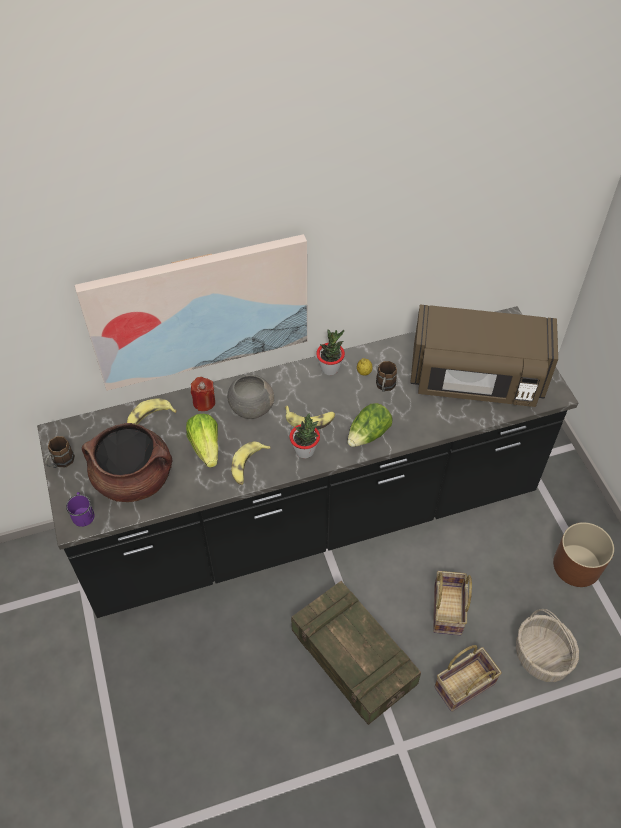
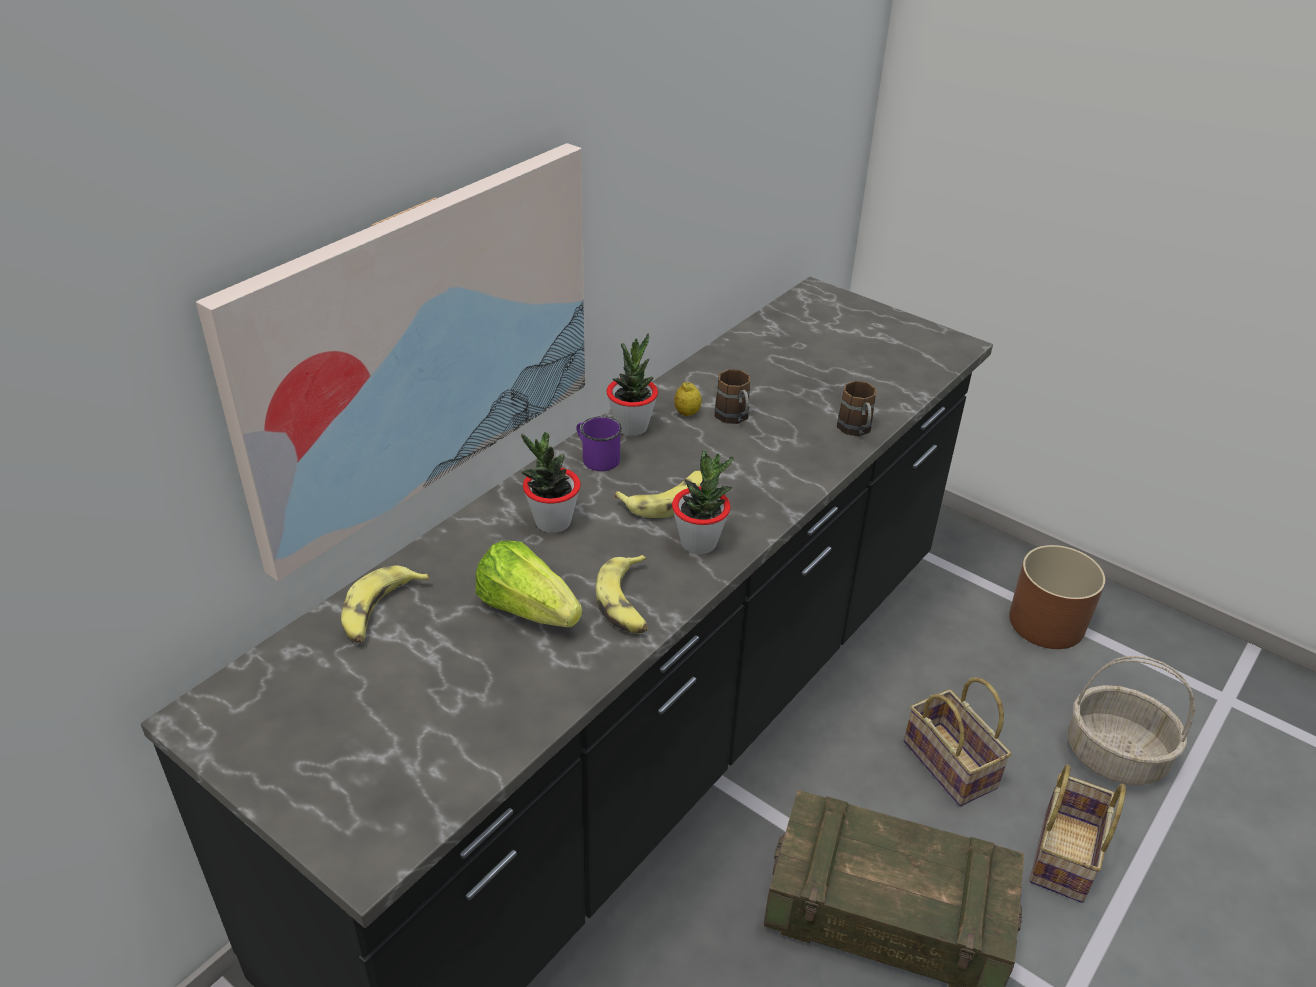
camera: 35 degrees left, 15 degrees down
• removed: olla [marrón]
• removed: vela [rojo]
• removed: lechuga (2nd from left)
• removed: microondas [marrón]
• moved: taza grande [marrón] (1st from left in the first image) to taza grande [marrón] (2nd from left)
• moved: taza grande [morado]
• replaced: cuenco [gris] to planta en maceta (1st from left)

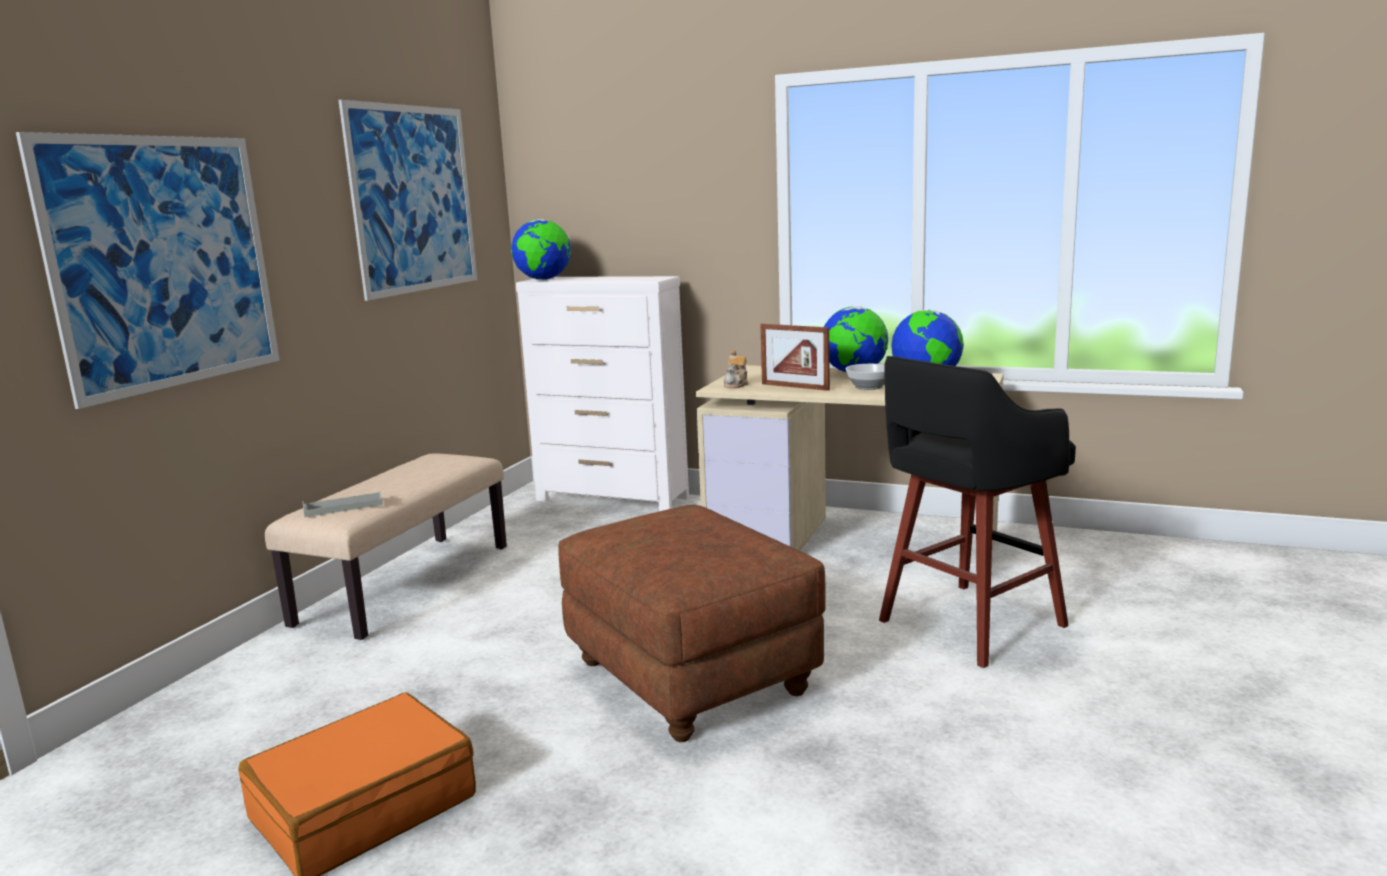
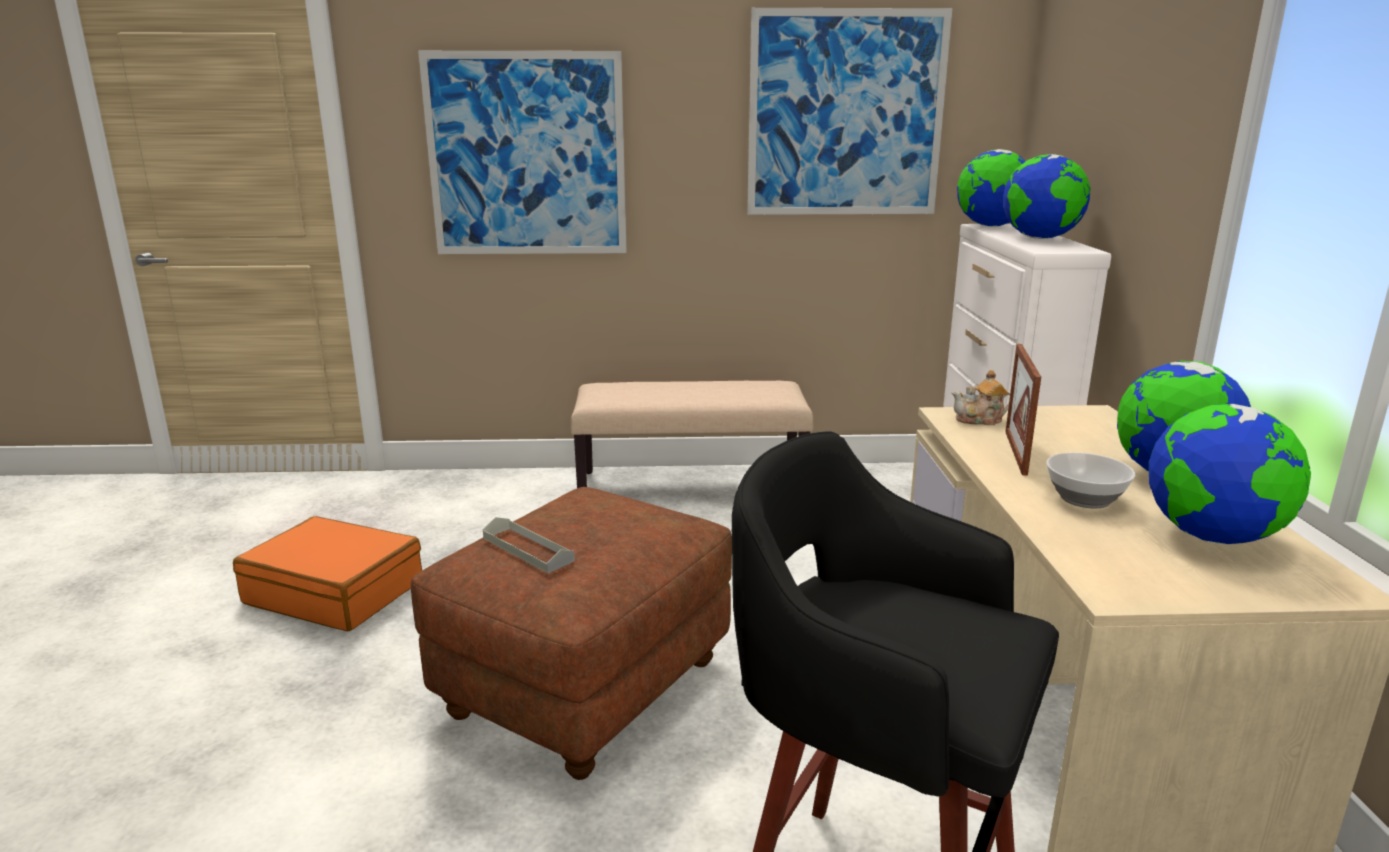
camera: 65 degrees right, 5 degrees up
• added: globo terráqueo (2nd from left)
• moved: bandeja [gris]

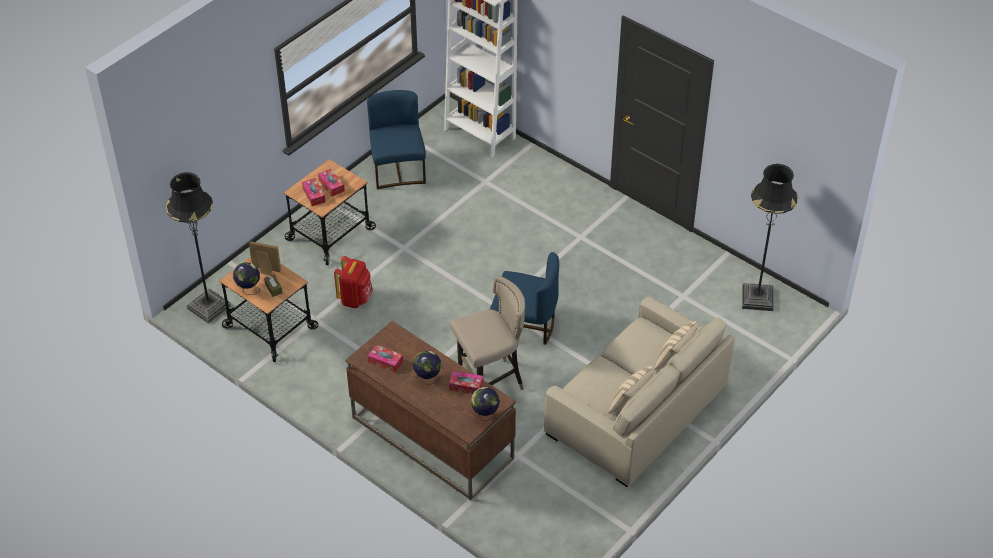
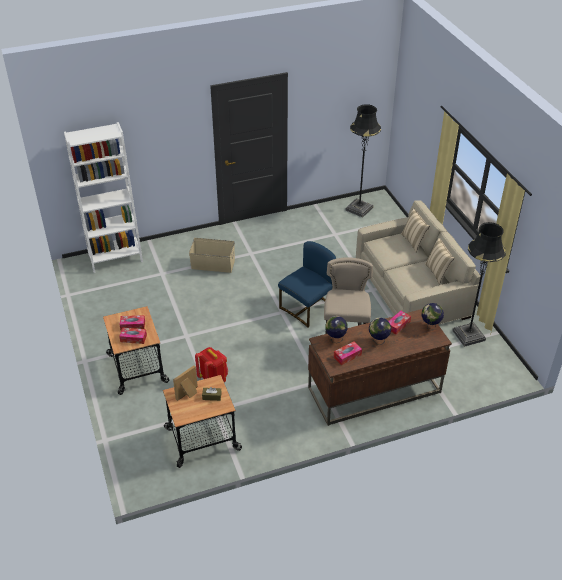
camera: 60 degrees left, 5 degrees down
• removed: silla [azul] (1st from left)
• added: caja de almacenaje [beis]
• moved: lámpara de pie [negro] (1st from left in the first image) to lámpara de pie [negro] (2nd from left)
• moved: globo terráqueo (1st from left)

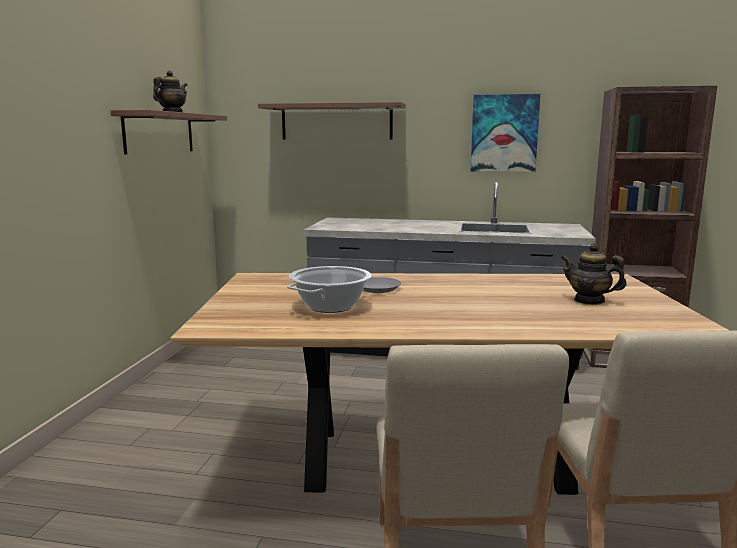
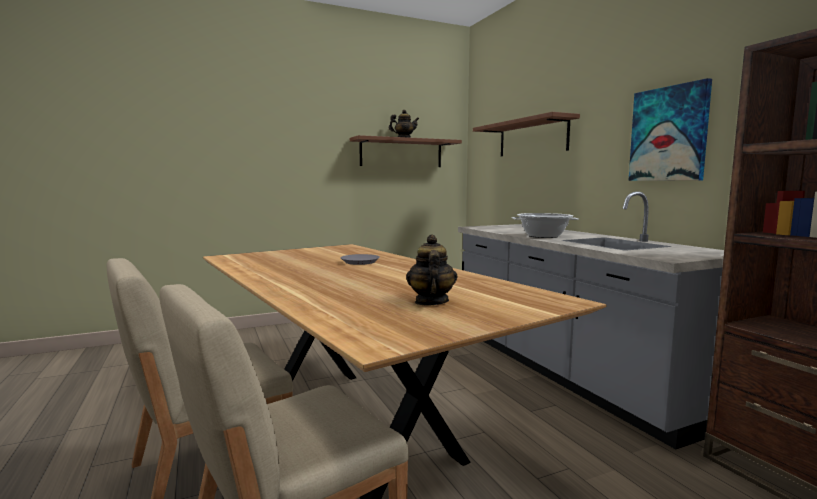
camera: 55 degrees right, 5 degrees down
• moved: olla

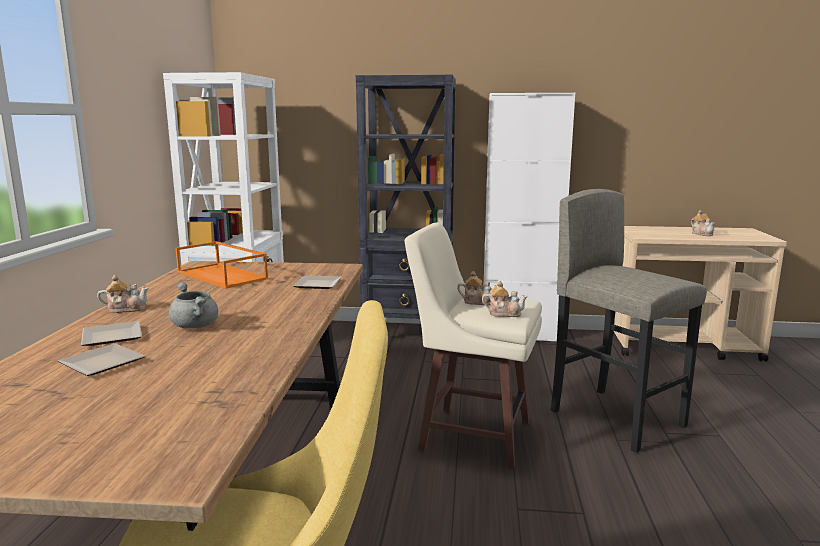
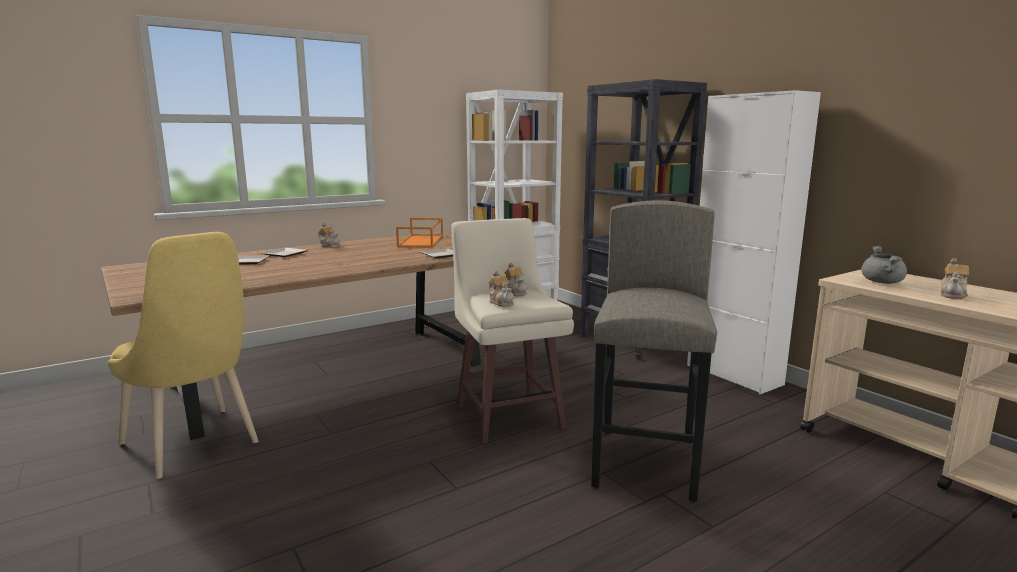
camera: 50 degrees right, 0 degrees up
• moved: olla [gris]

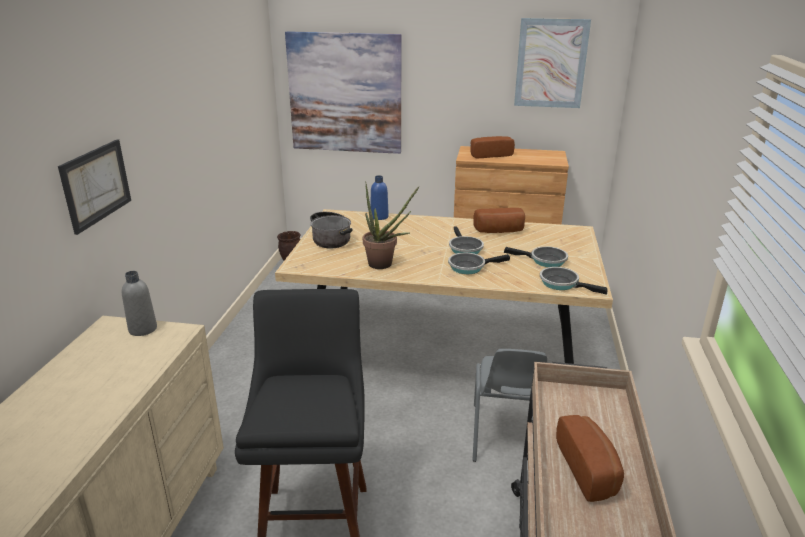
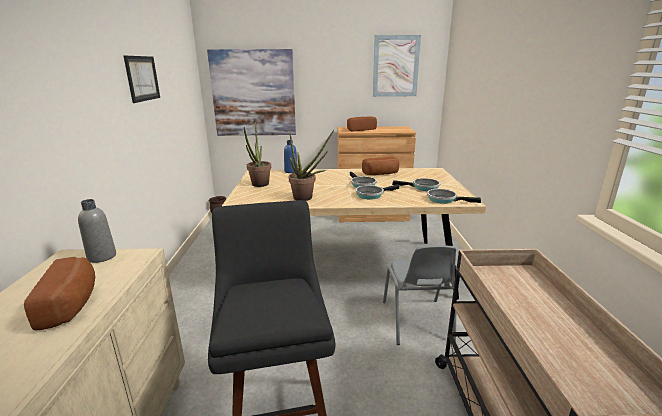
camera: 10 degrees left, 5 degrees down
• moved: cuadro (1st from left)
• moved: pan (3rd from left in the first image) to pan (1st from left)
• replaced: olla to planta en maceta (1st from left)

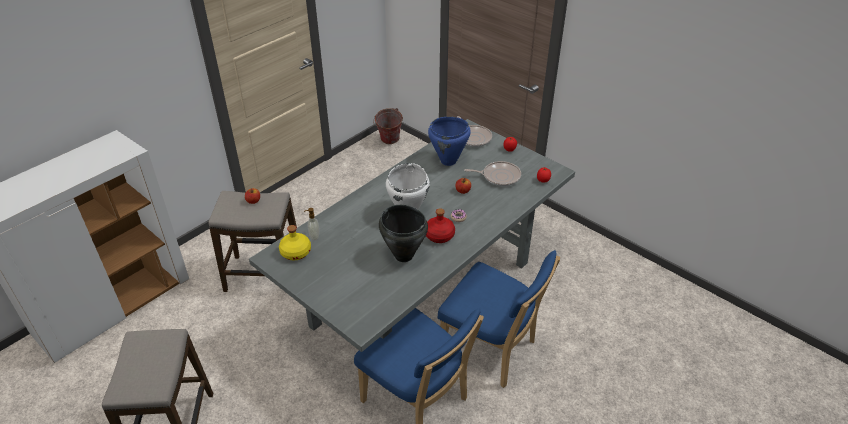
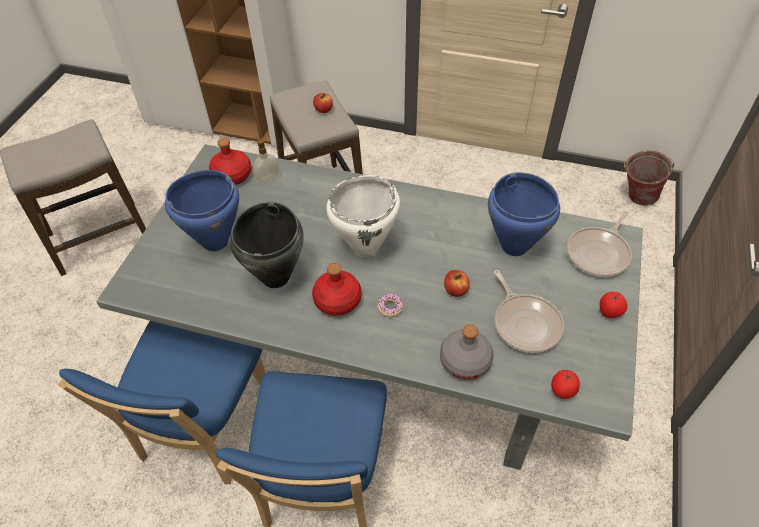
camera: 65 degrees right, 10 degrees up
• added: olla [azul] (1st from left)
• added: botella [gris]
• recoloured: botella [amarillo] to botella [rojo] (1st from left)

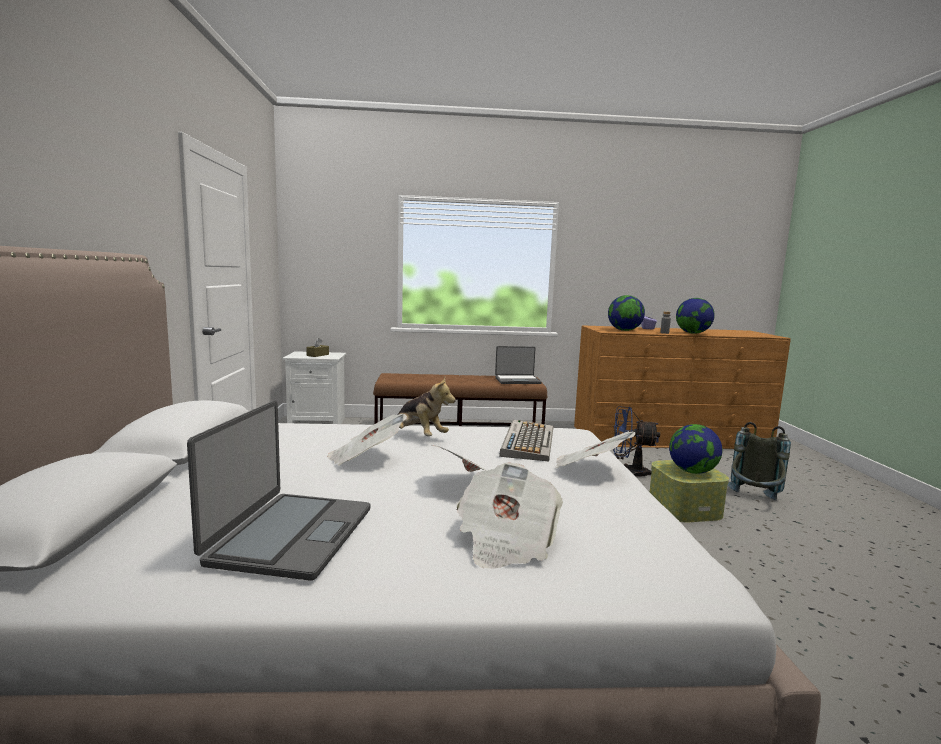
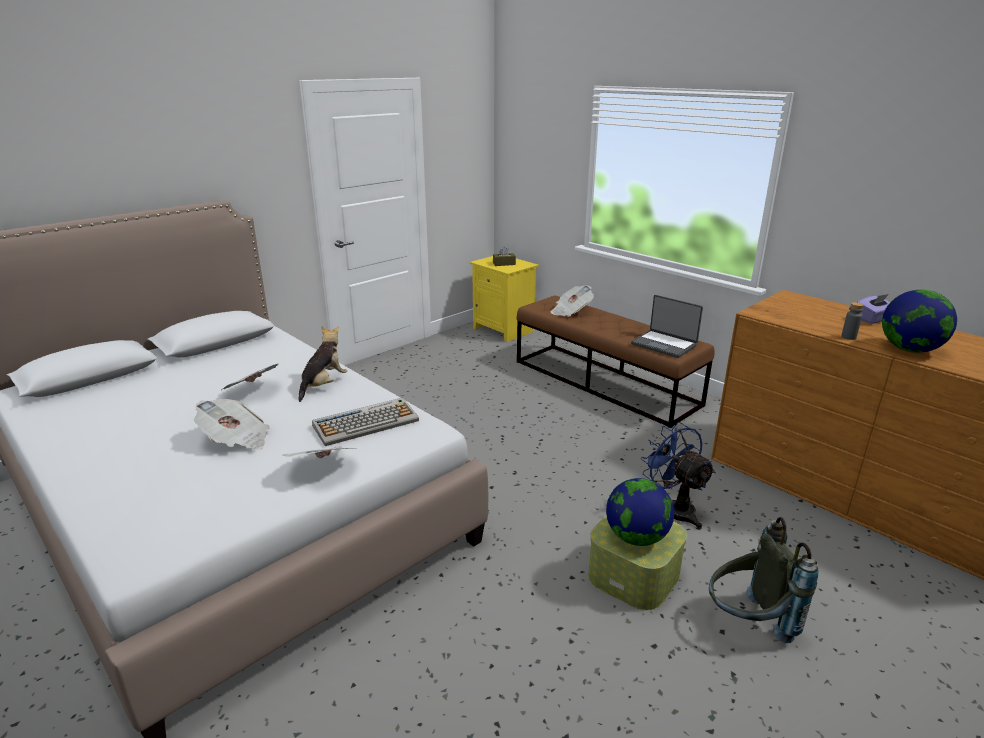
camera: 50 degrees right, 15 degrees up
• removed: portátil (1st from left)
• removed: globo terráqueo (1st from left)
• moved: periódico (3rd from left in the first image) to periódico (4th from left)
• recoloured: mesita de noche [blanco] to mesita de noche [amarillo]
• turned: peluche 150 degrees counterclockwise

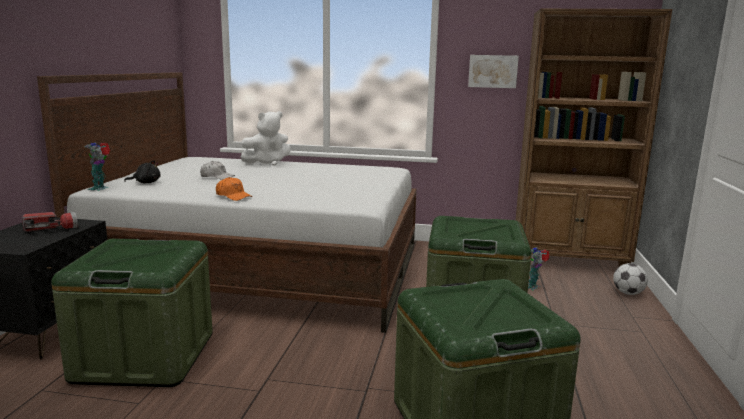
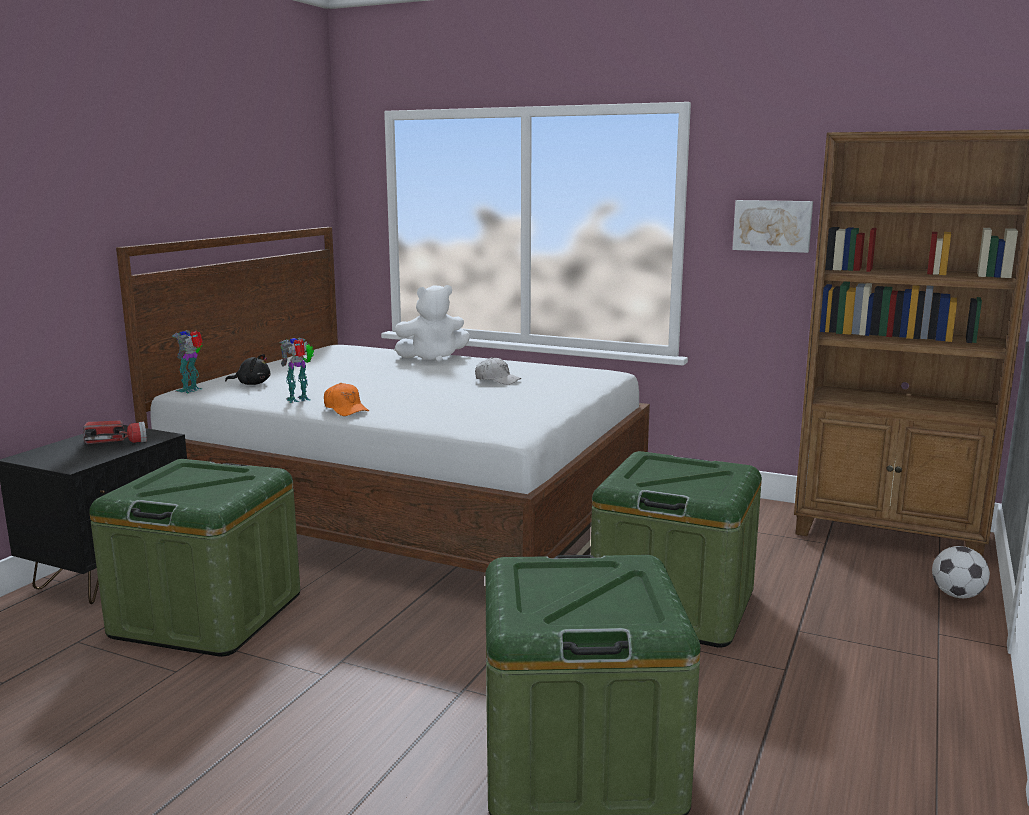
camera: 15 degrees right, 0 degrees up
• moved: gorra [blanco]
• moved: robot de juguete (2nd from left)

